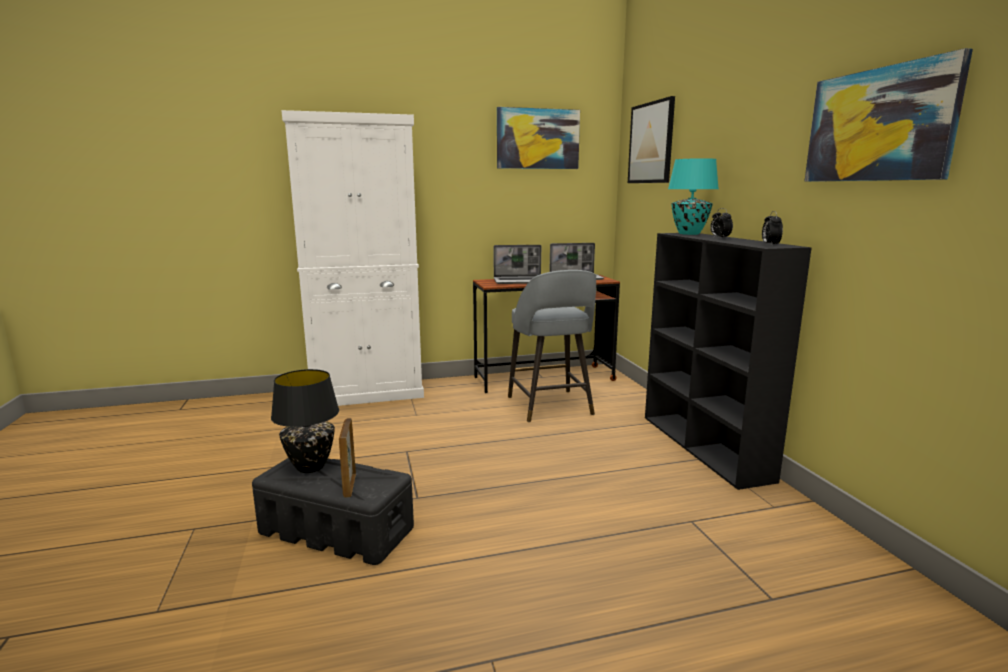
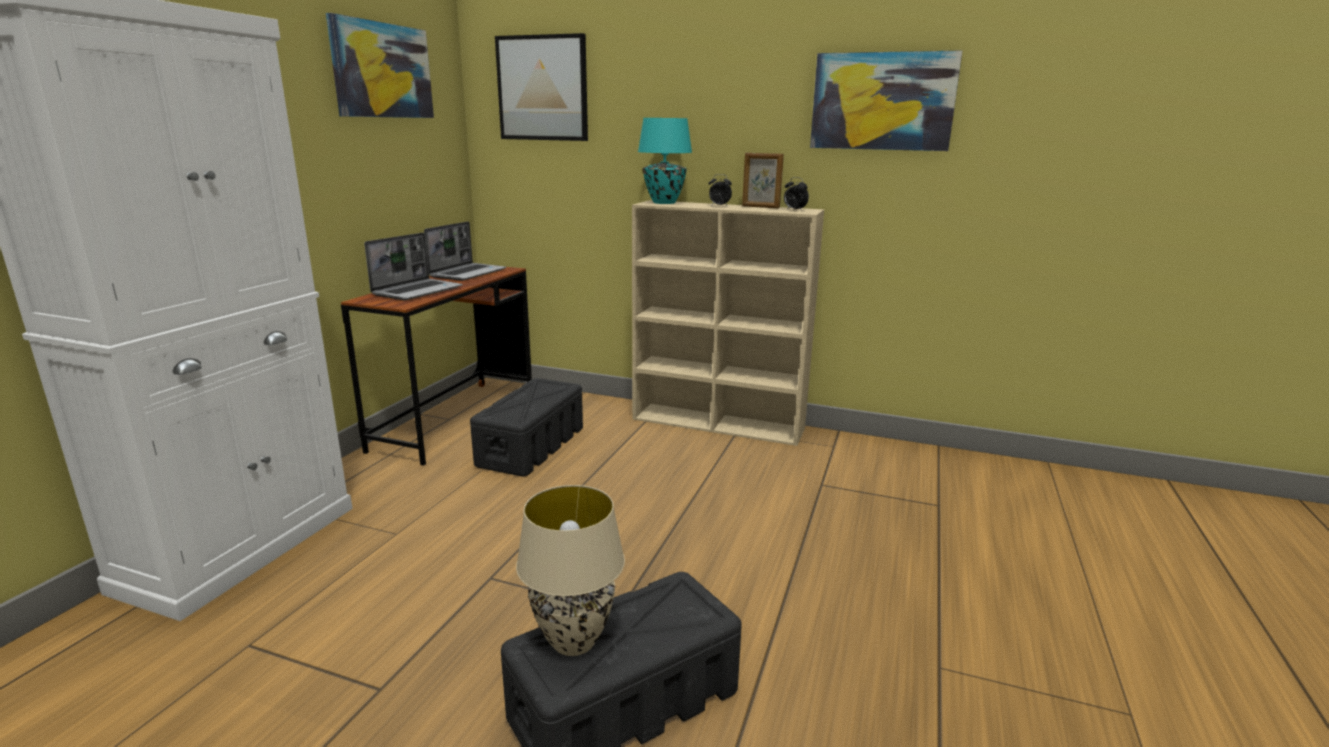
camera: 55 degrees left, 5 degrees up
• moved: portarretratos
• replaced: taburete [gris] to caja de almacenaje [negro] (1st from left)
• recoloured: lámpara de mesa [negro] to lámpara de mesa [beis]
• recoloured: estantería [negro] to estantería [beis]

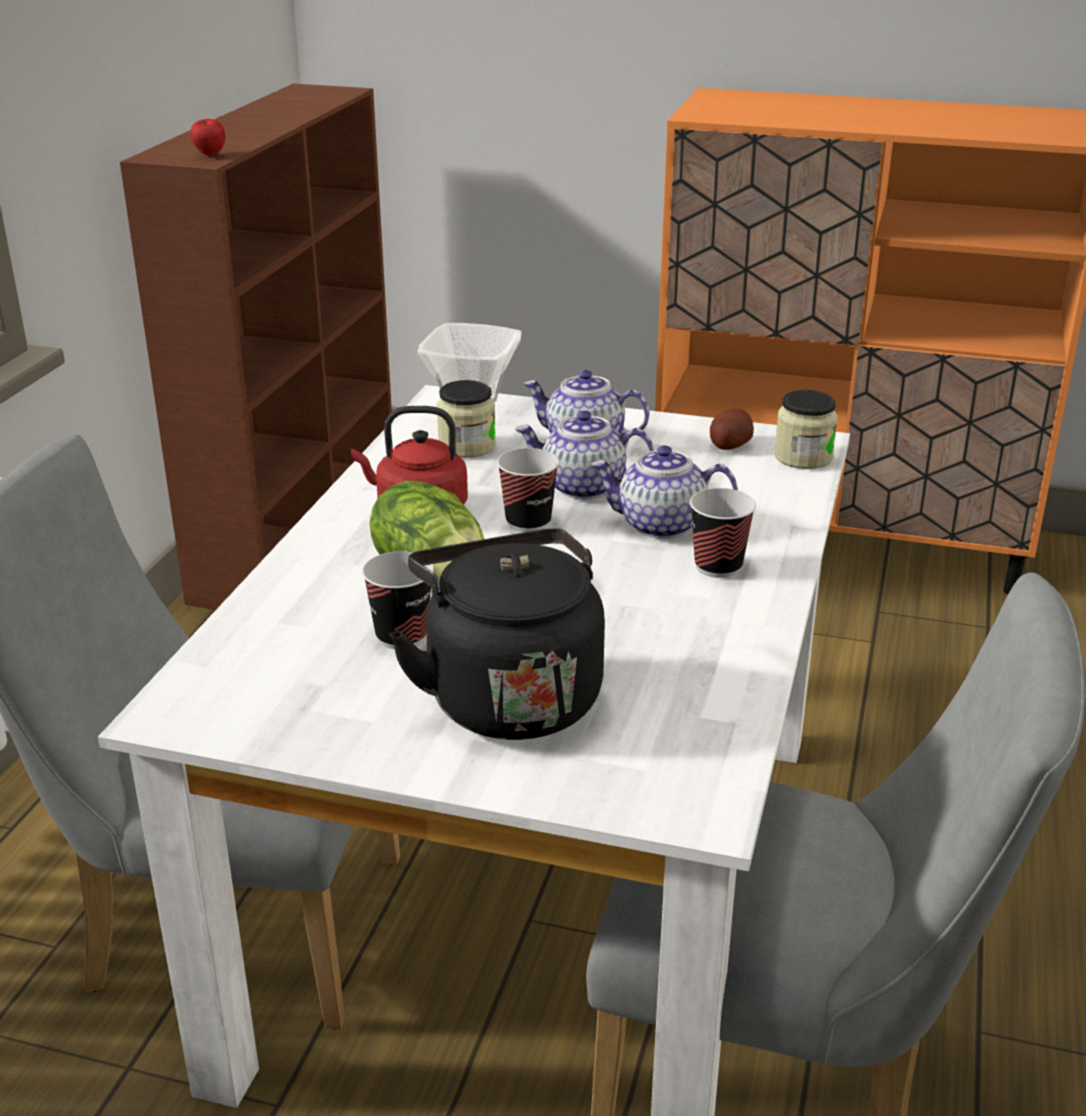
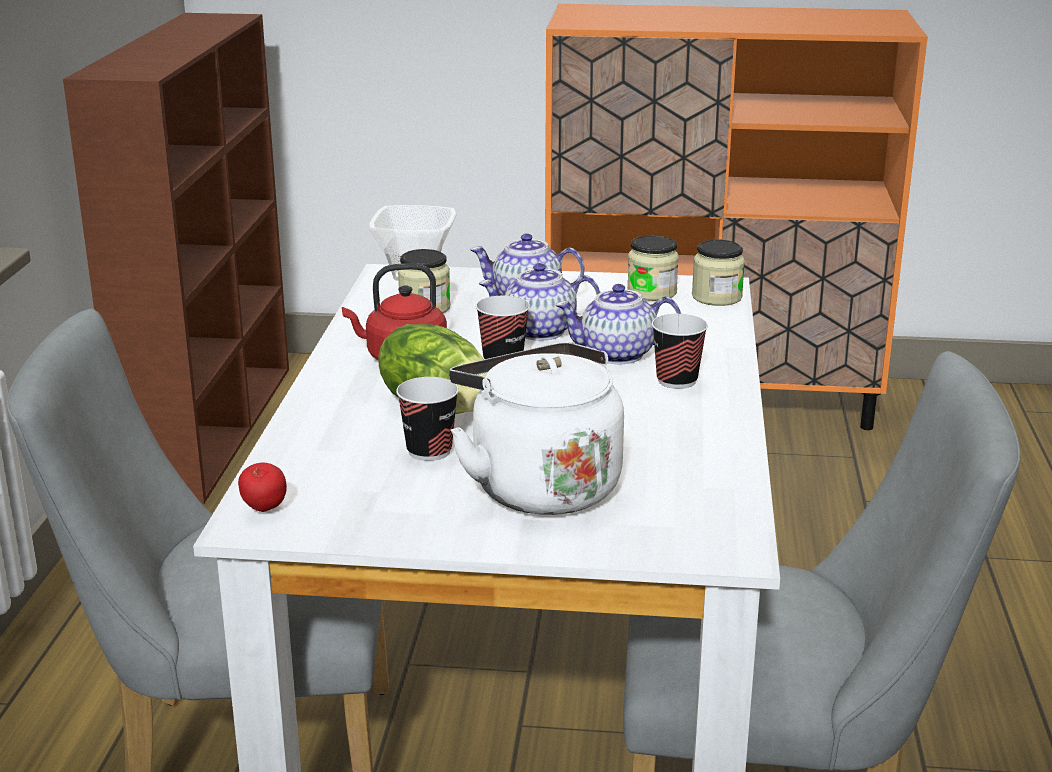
camera: 10 degrees left, 5 degrees down
• moved: manzana
• replaced: patata to tarro (2nd from left)
• recoloured: hervidor [negro] to hervidor [blanco]

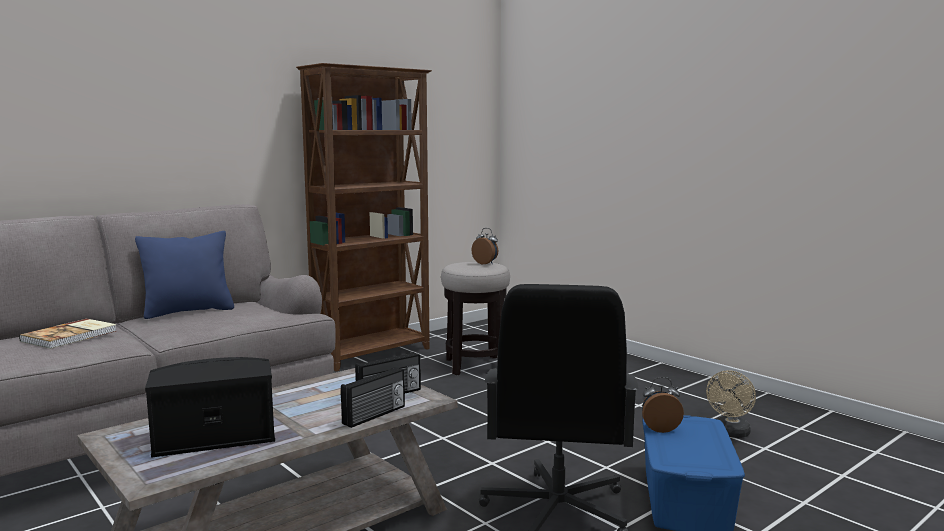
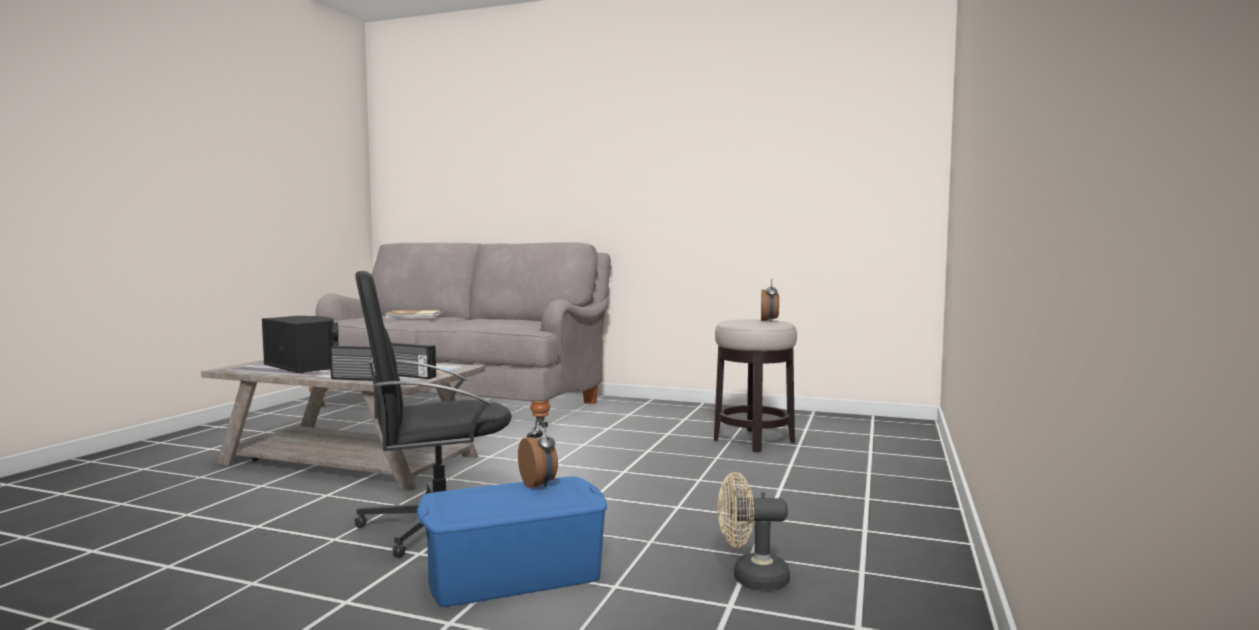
camera: 60 degrees right, 5 degrees down
• removed: cojín [azul]
• removed: estantería [marrón]

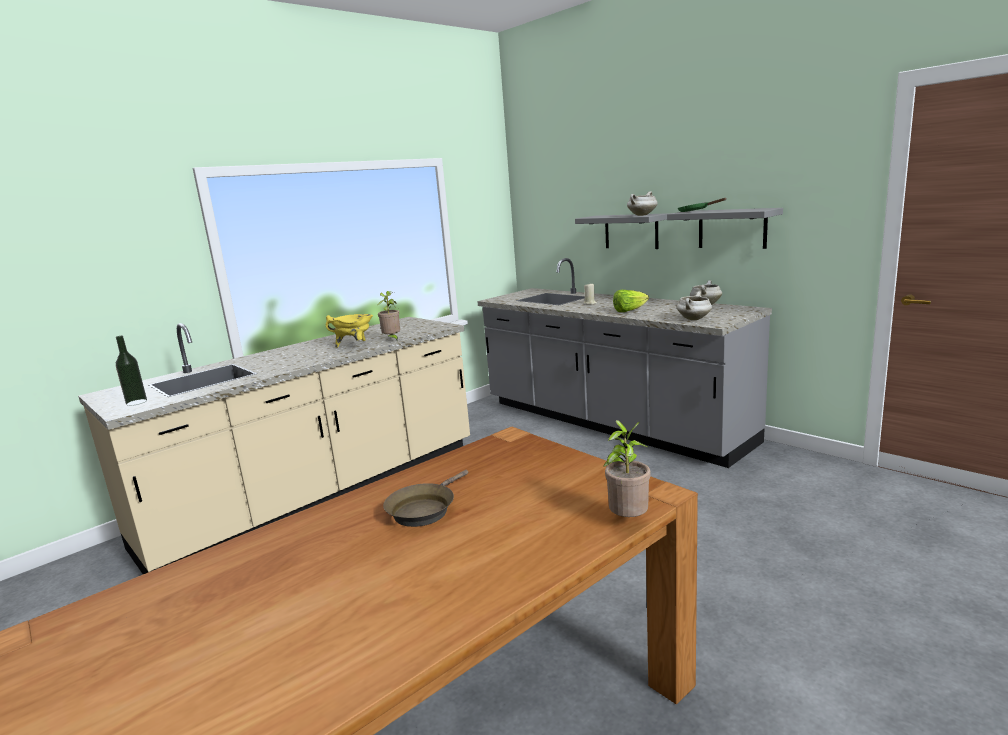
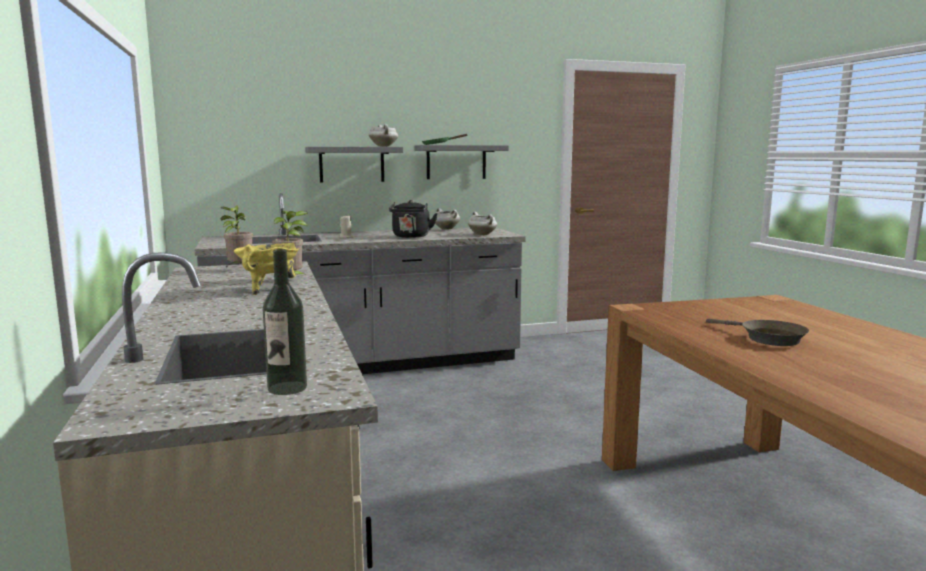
camera: 65 degrees left, 5 degrees down
• moved: planta en maceta (2nd from left in the first image) to planta en maceta (1st from left)
• replaced: lechuga to hervidor [negro]

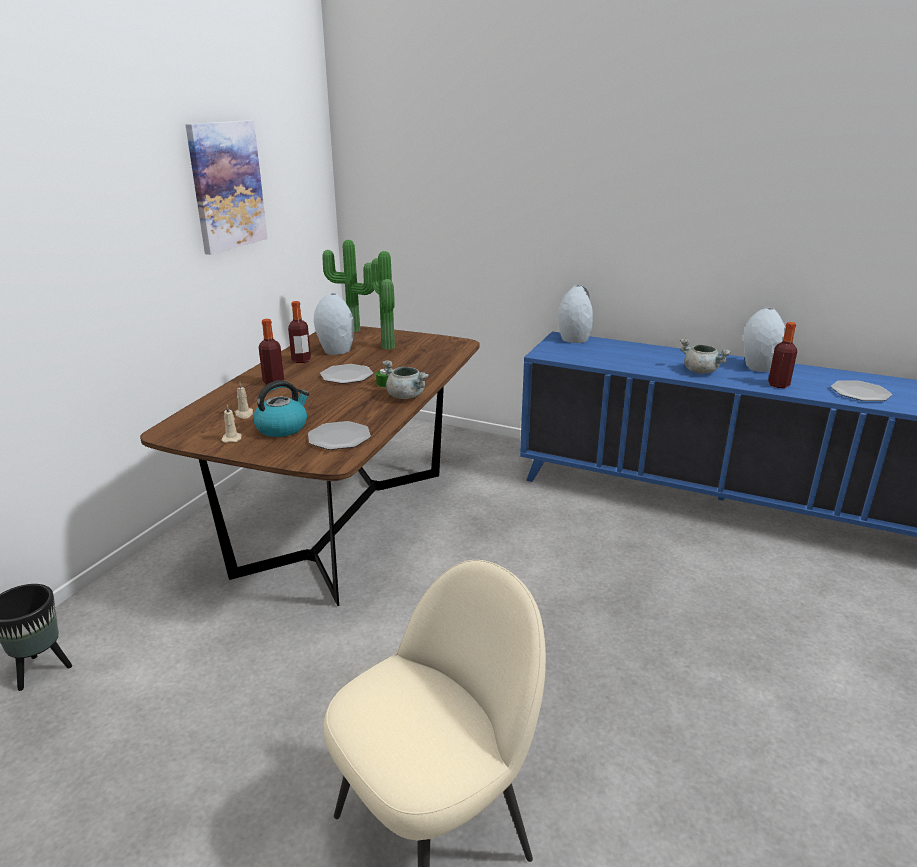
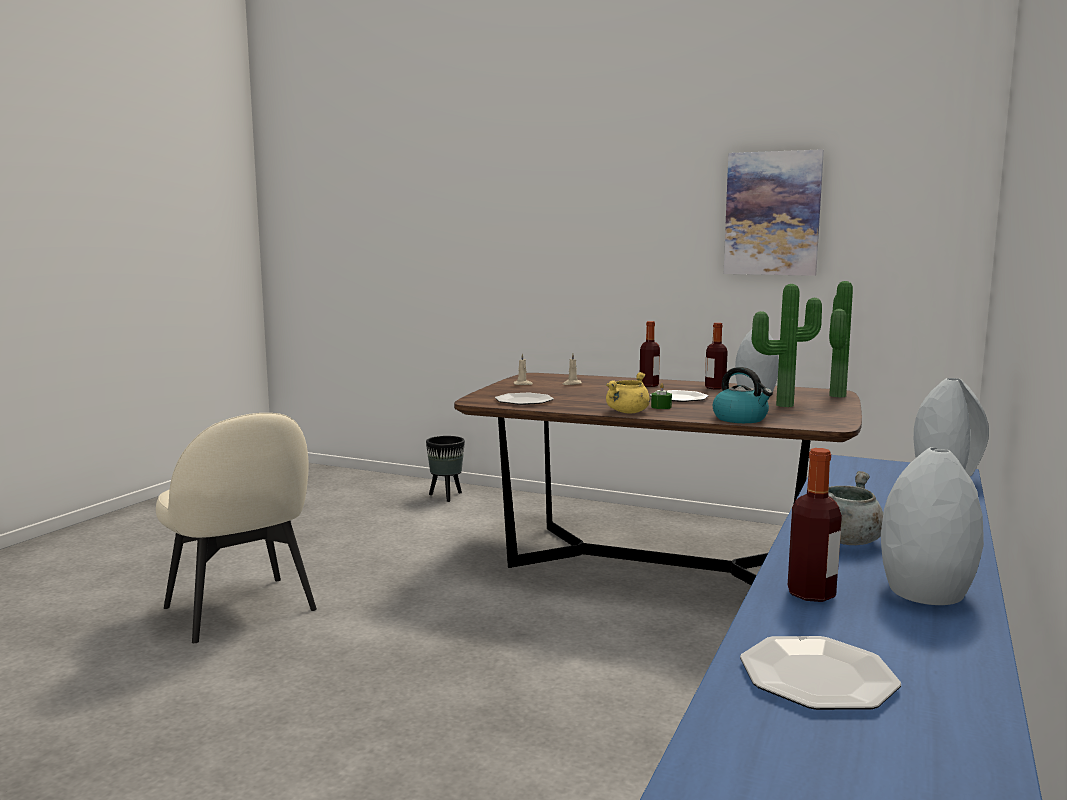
camera: 90 degrees right, 15 degrees down
• moved: hervidor
• recoloured: olla [gris] (1st from left) to olla [amarillo]

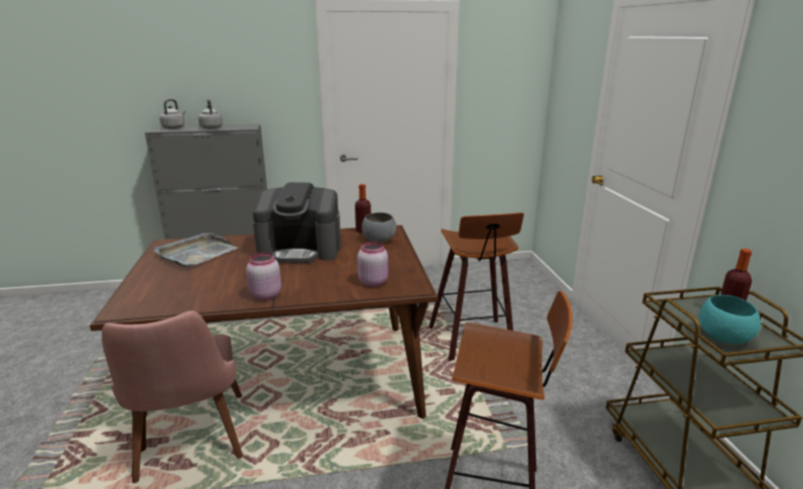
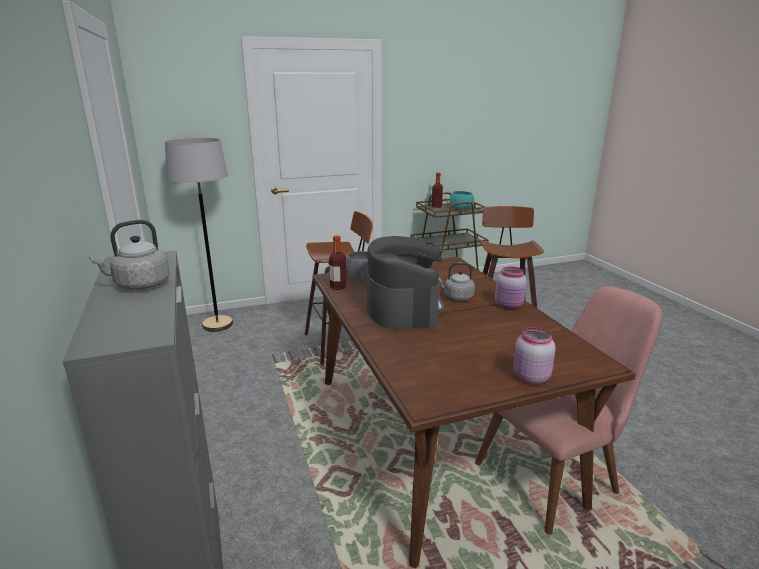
camera: 100 degrees left, 0 degrees up
• removed: bandeja [gris]
• added: lámpara de pie [gris]
• moved: hervidor [gris] (1st from left in the first image) to hervidor [gris] (2nd from left)
• moved: tarro [rosa] (2nd from left)

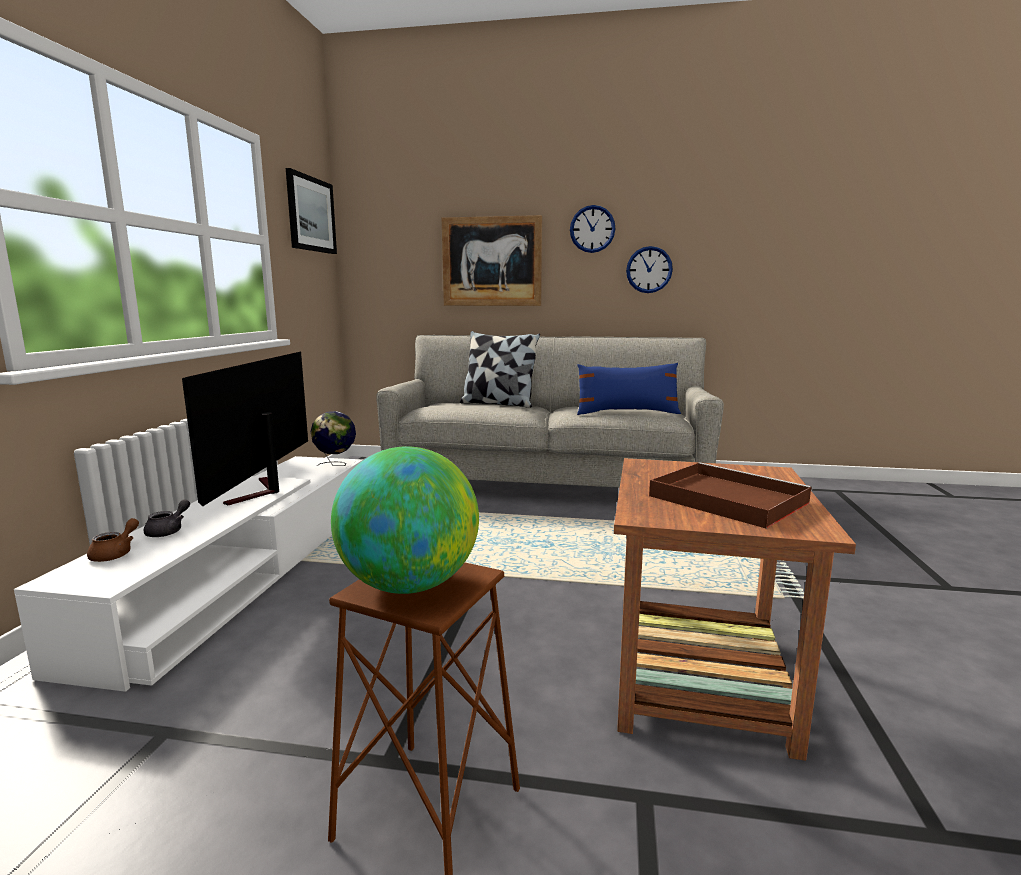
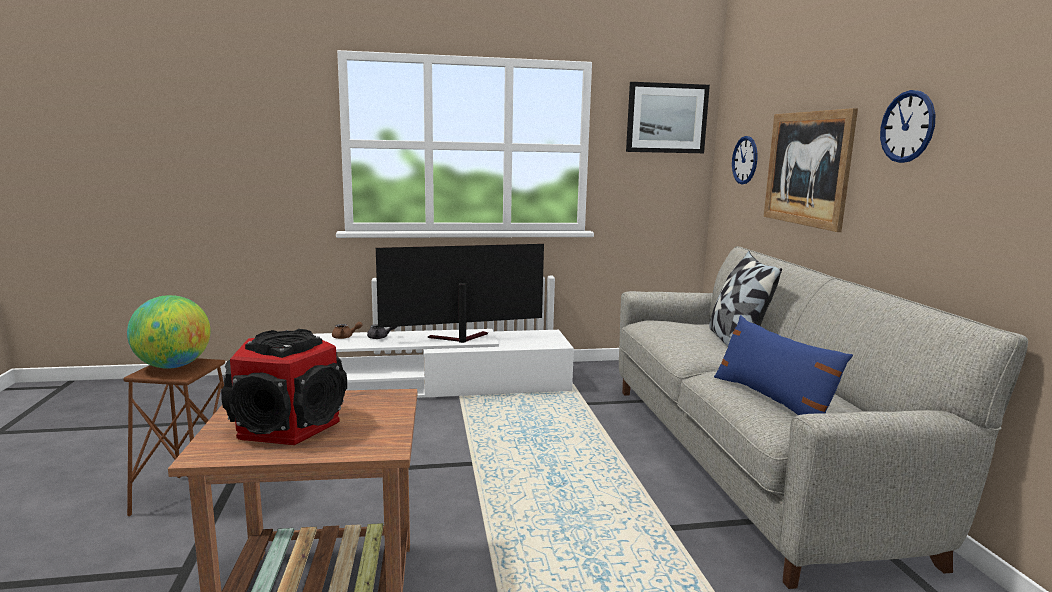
camera: 70 degrees right, 0 degrees up
• removed: globo terráqueo (1st from left)
• moved: reloj de pared (2nd from left in the first image) to reloj de pared (1st from left)
• replaced: bandeja [marrón] to altavoz

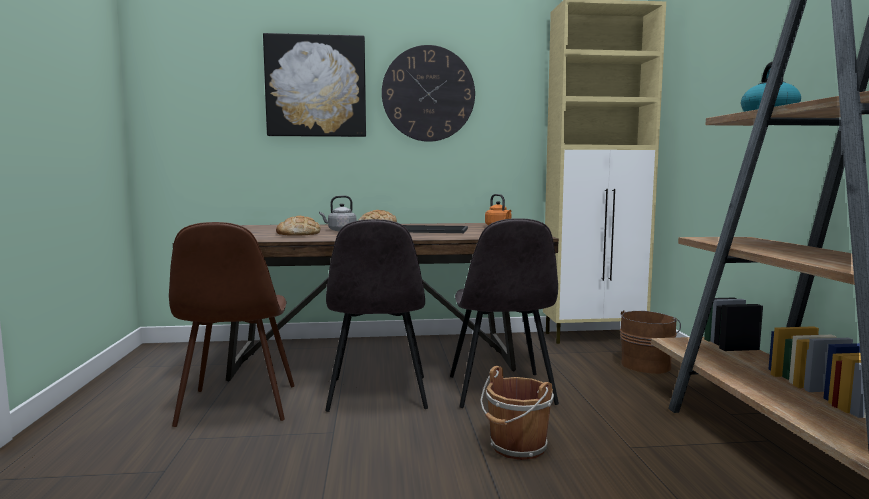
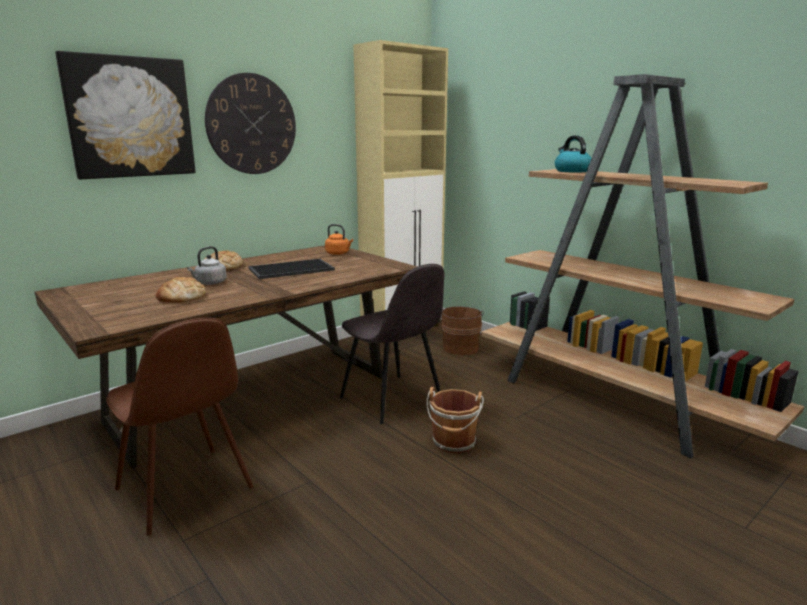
camera: 35 degrees left, 10 degrees up
• removed: silla [gris] (1st from left)

